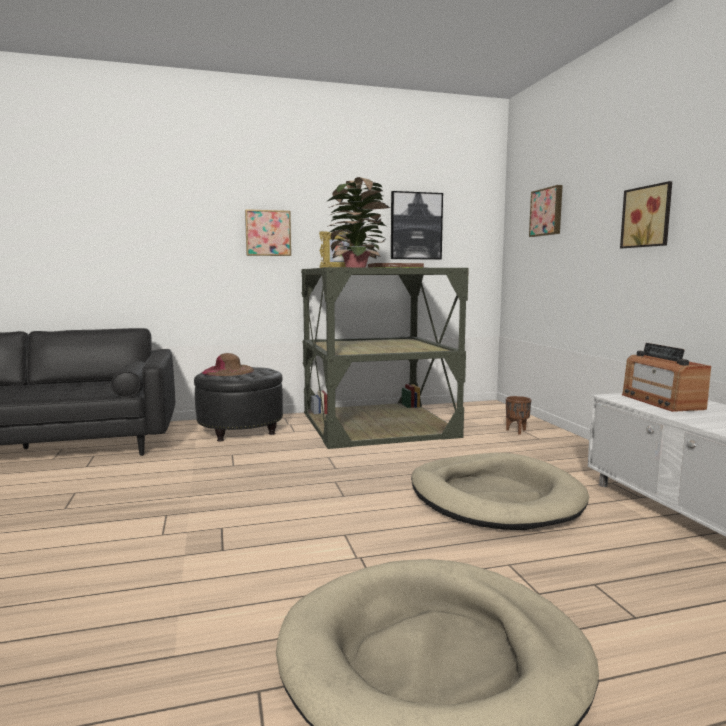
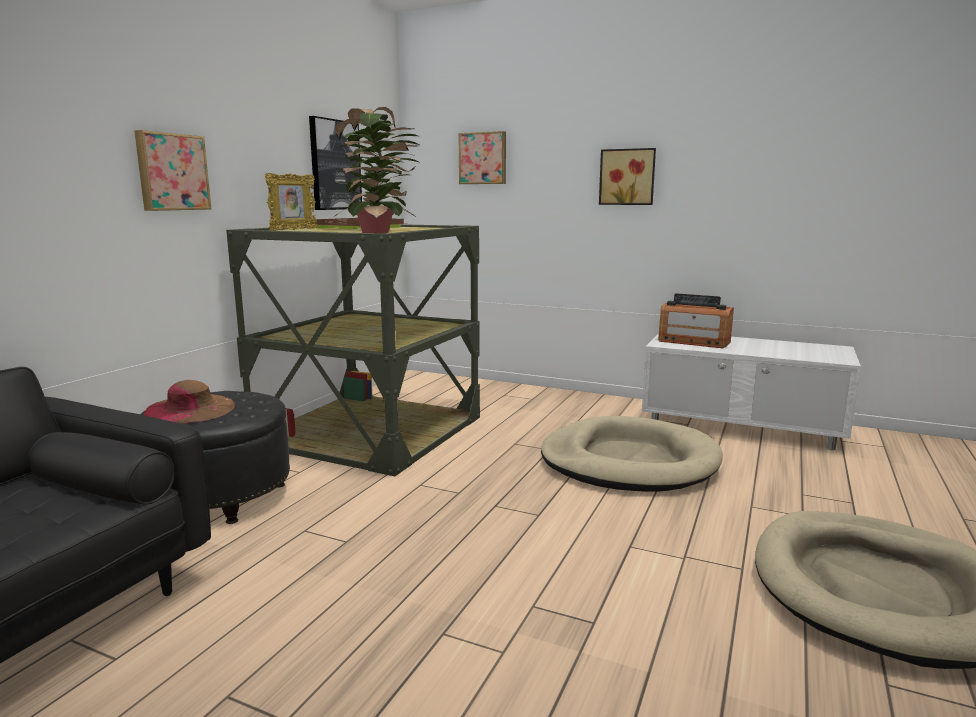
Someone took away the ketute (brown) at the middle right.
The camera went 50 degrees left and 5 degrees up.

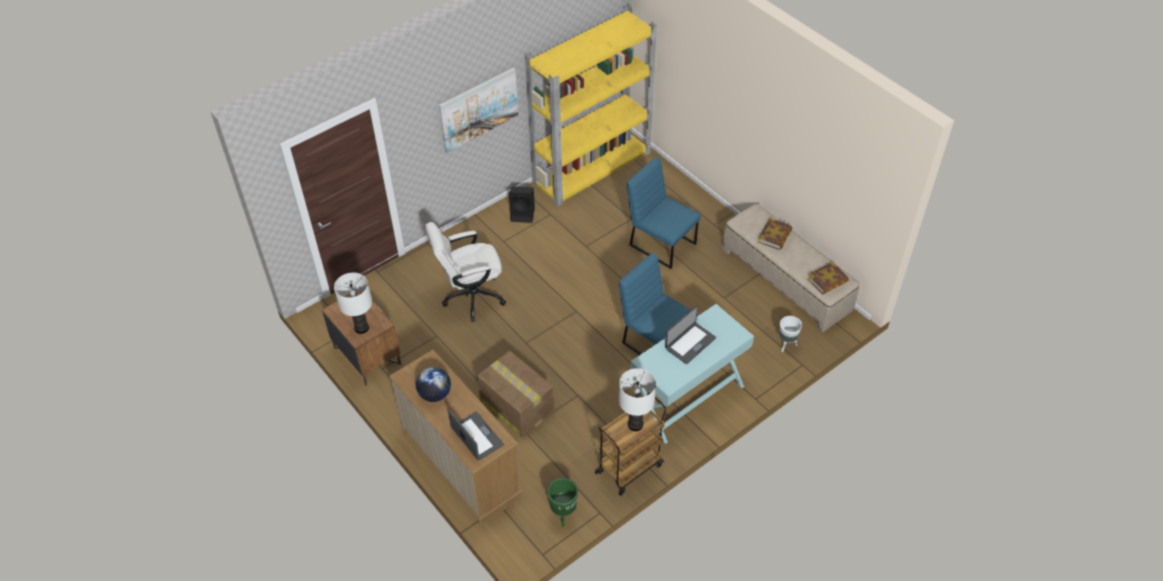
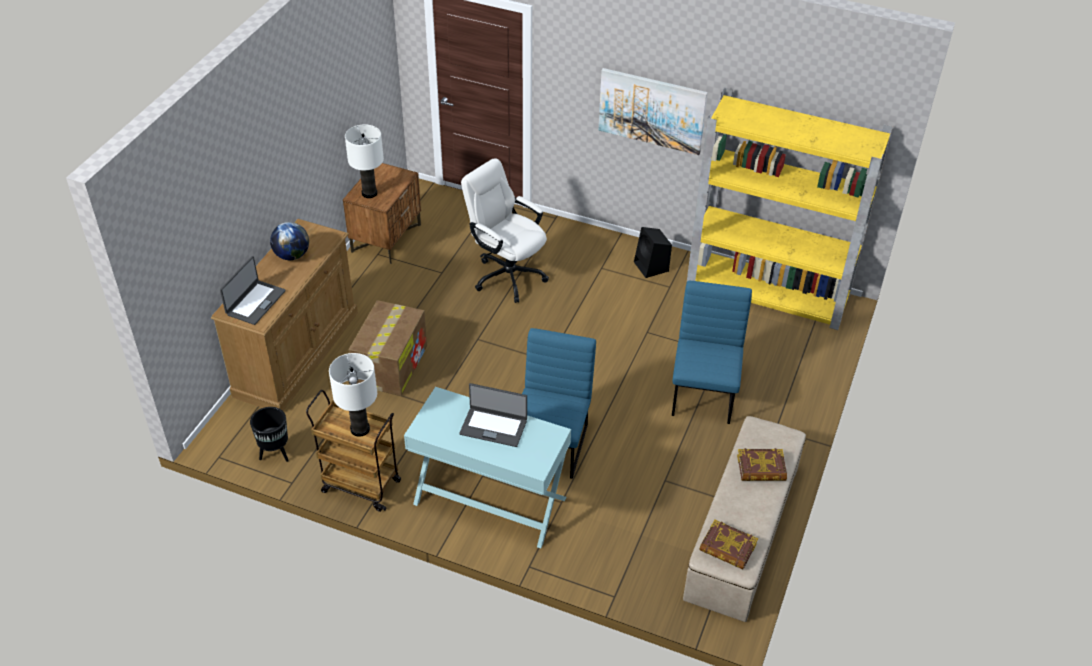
Someone repainted the ketute (green) at the bottom centre, which became the ketute (black) at the middle left.
Someone took away the ketute (white) at the middle right.
The camera went 60 degrees right and 5 degrees down.

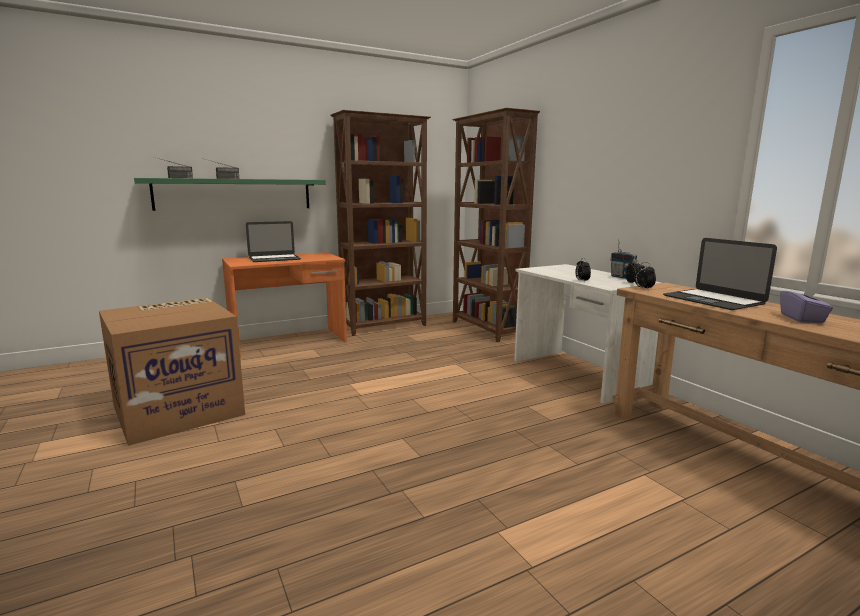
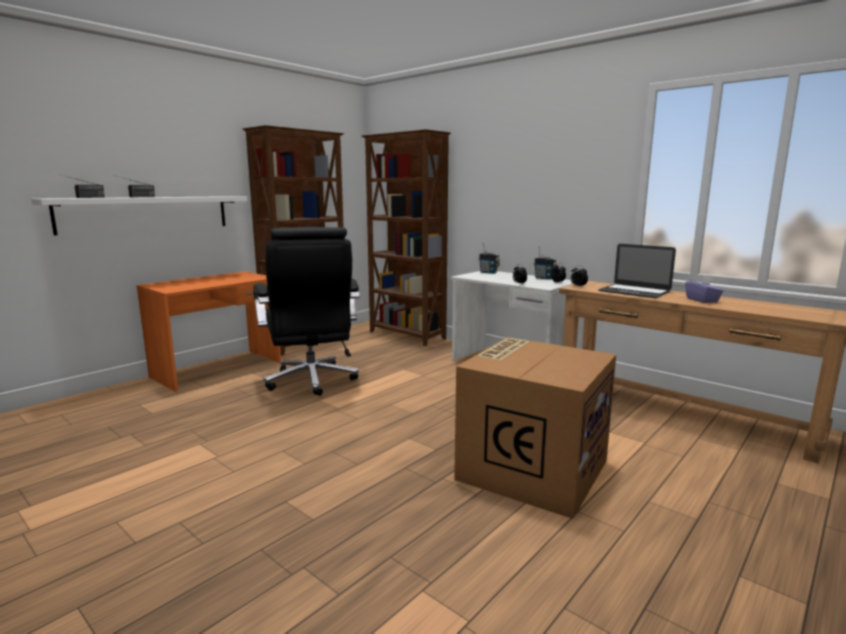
Someone repainted the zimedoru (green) at the top left, which became the zimedoru (white) at the middle left.
Someone put down the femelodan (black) at the centre.
Someone carried the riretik from the middle left to the bottom centre.
Someone put down the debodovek (no. 3 from left) at the centre.
Someone took away the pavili (no. 1 from left) at the middle left.
The camera went 20 degrees left and 0 degrees up.

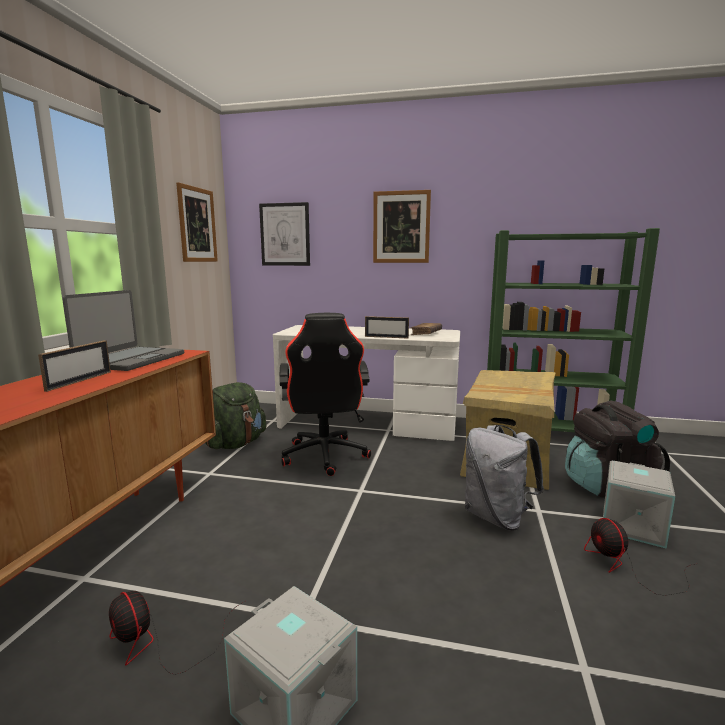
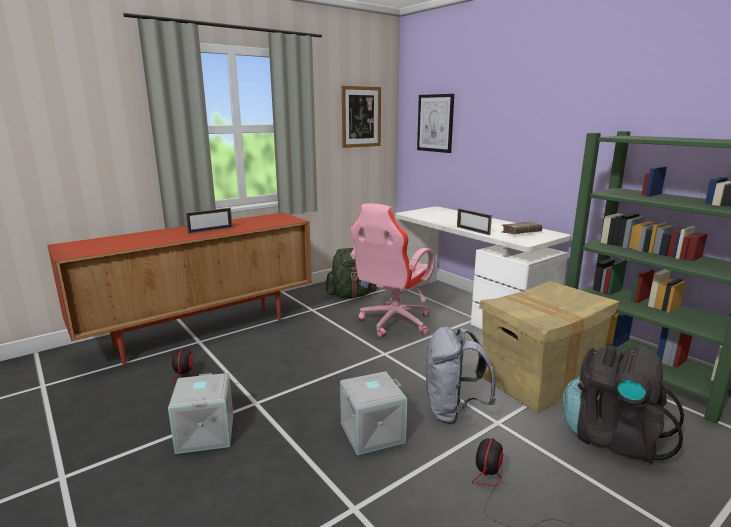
Someone carried the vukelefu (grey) (no. 2 from left) from the bottom right to the bottom centre.
Someone repainted the femelodan (black) at the centre, which became the femelodan (pink) at the centre.
Someone took away the pavili at the middle left.
Someone took away the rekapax (no. 3 from left) at the top centre.
The camera went 40 degrees right and 5 degrees up.

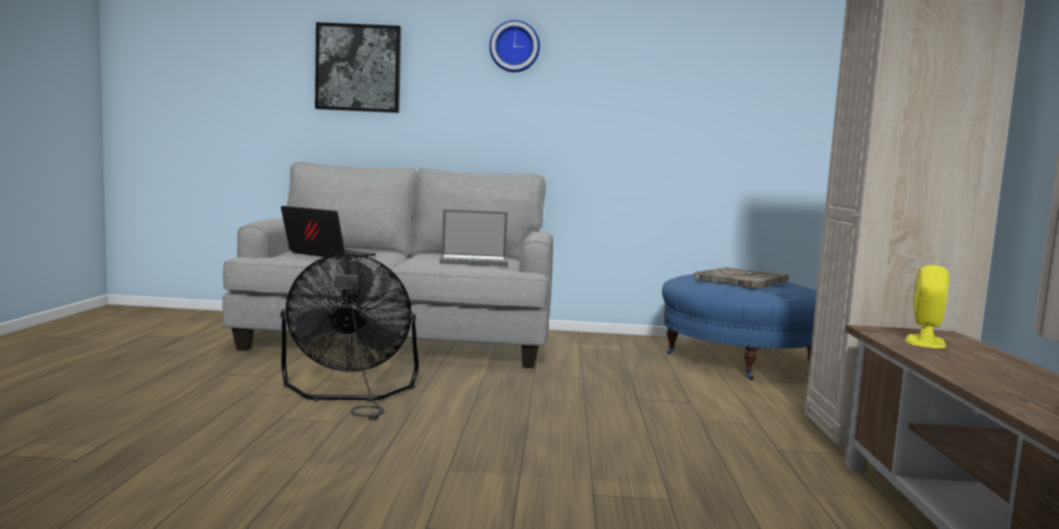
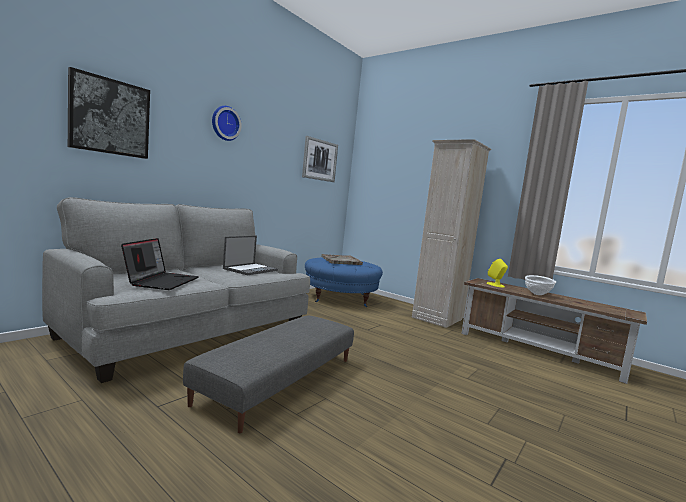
Someone rotated the pavili (no. 1 from left) at the middle left by 120 degrees clockwise.
Someone swapped the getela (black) at the middle left for the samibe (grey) at the bottom centre.
Someone put up the rekapax (no. 2 from left) at the top centre.
Someone put down the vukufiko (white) at the middle right.
The camera went 55 degrees left and 0 degrees up.

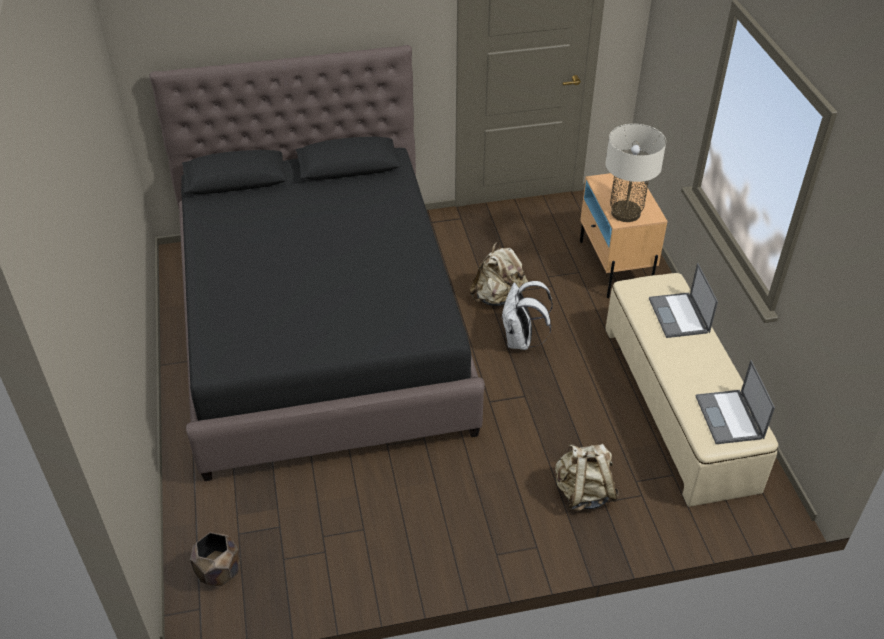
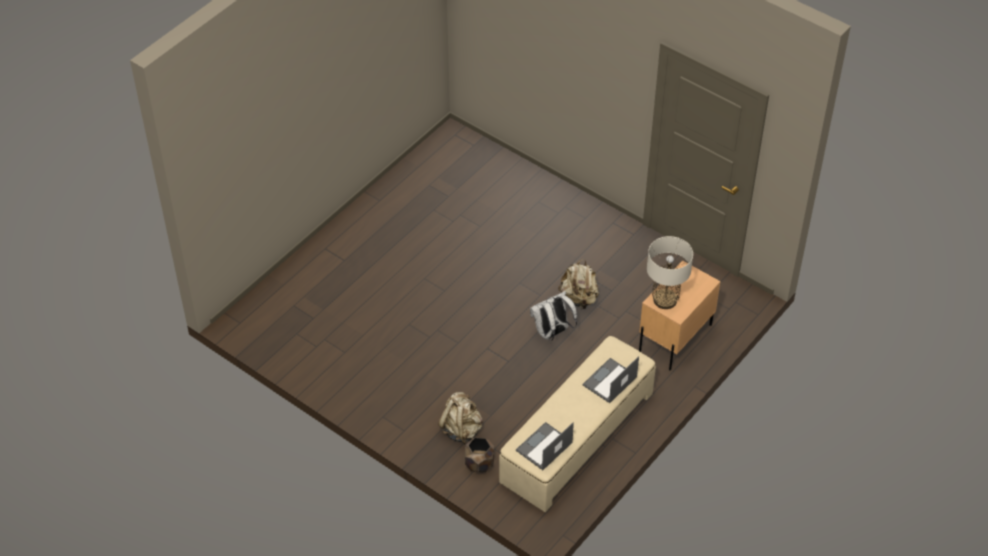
Someone carried the ketute (brown) from the bottom left to the bottom centre.
Someone took away the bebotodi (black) at the centre.
The camera went 50 degrees right and 5 degrees up.

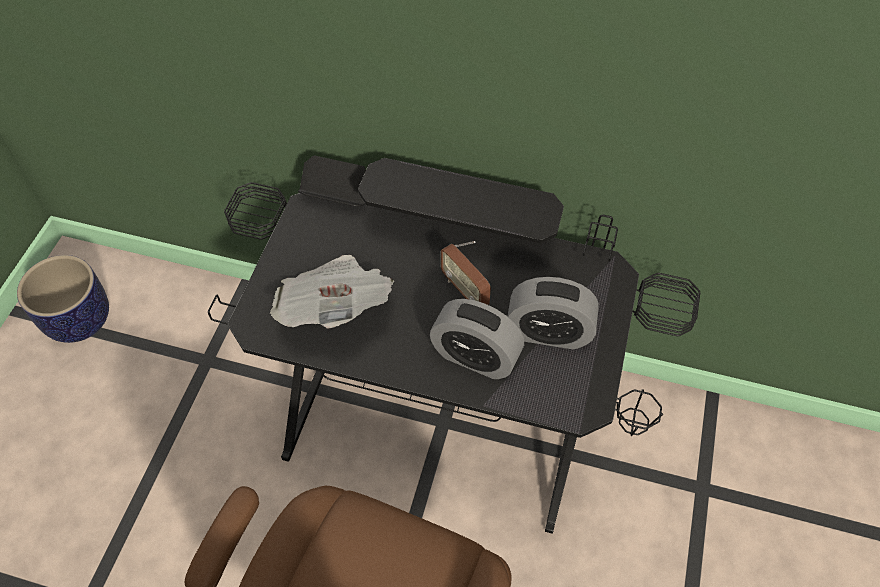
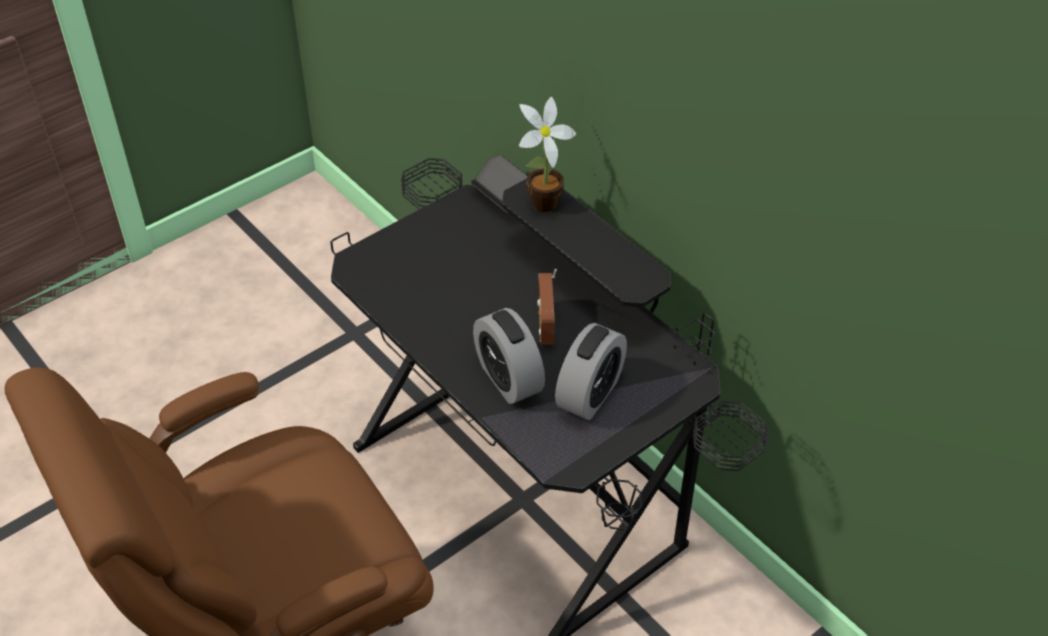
Someone put down the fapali at the top centre.
Someone rotated the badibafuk (no. 2 from left) at the centre by 105 degrees counterclockwise.
Someone took away the ketute at the middle left.
Someone took away the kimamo at the centre.
The camera went 35 degrees right and 10 degrees down.

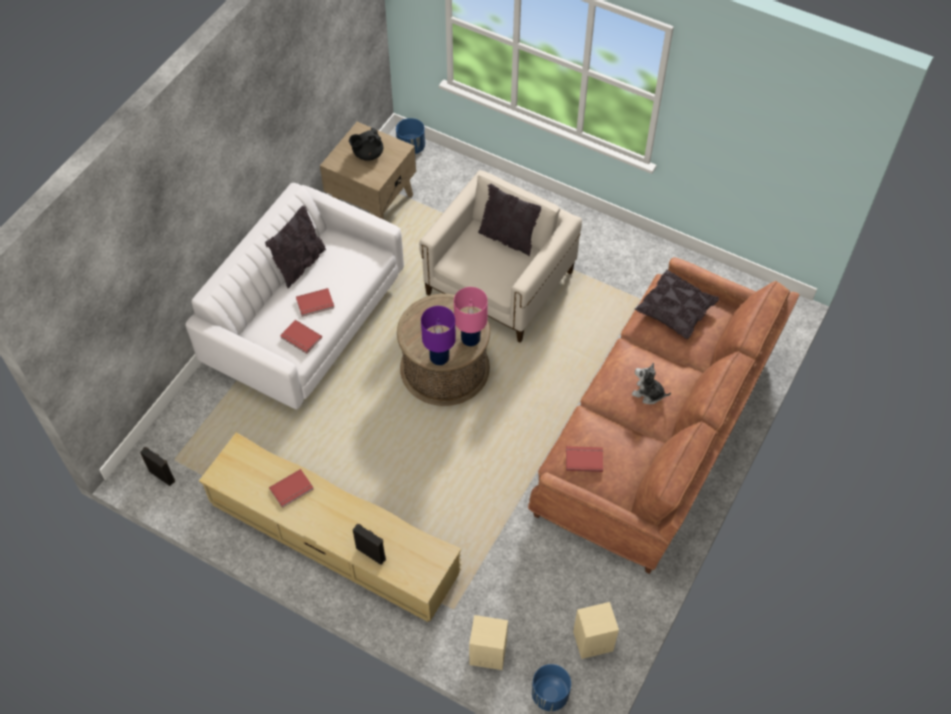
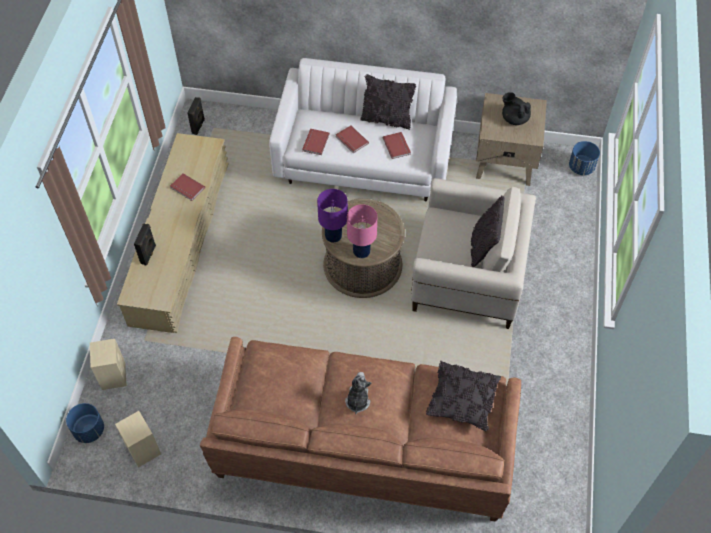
Someone carried the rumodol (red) (no. 4 from left) from the centre to the top centre.
The camera went 70 degrees right and 0 degrees up.

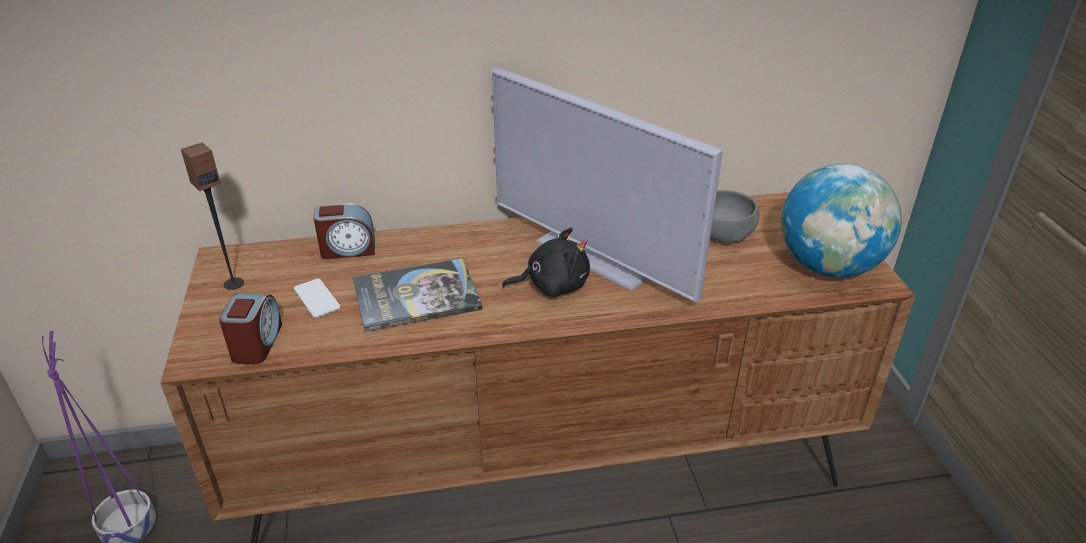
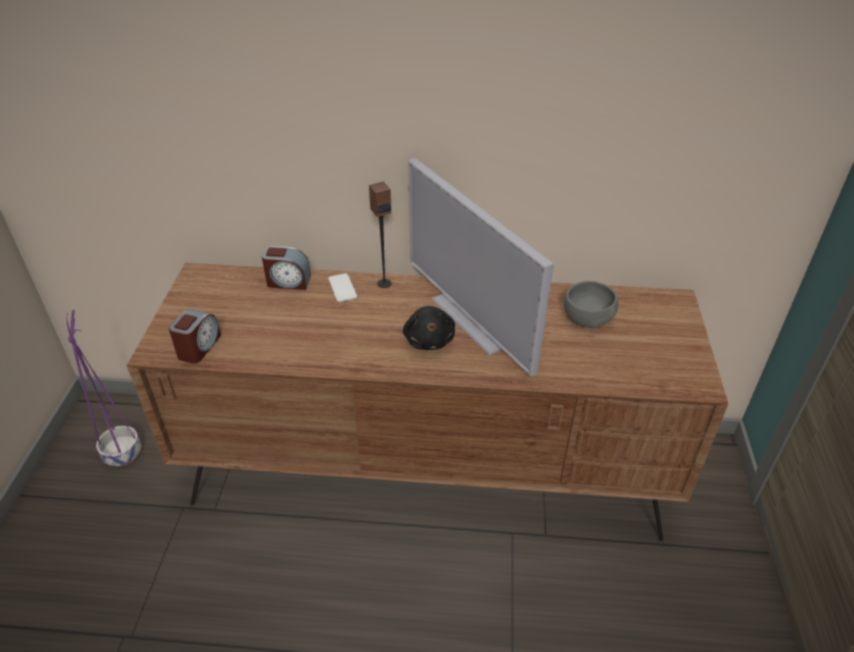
Someone carried the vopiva from the middle left to the centre.
Someone carried the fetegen from the middle left to the centre.
Someone rotated the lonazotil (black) at the centre by 75 degrees clockwise.
Someone took away the rumodol at the centre.
Someone took away the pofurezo at the middle right.
The camera went 15 degrees right and 5 degrees up.

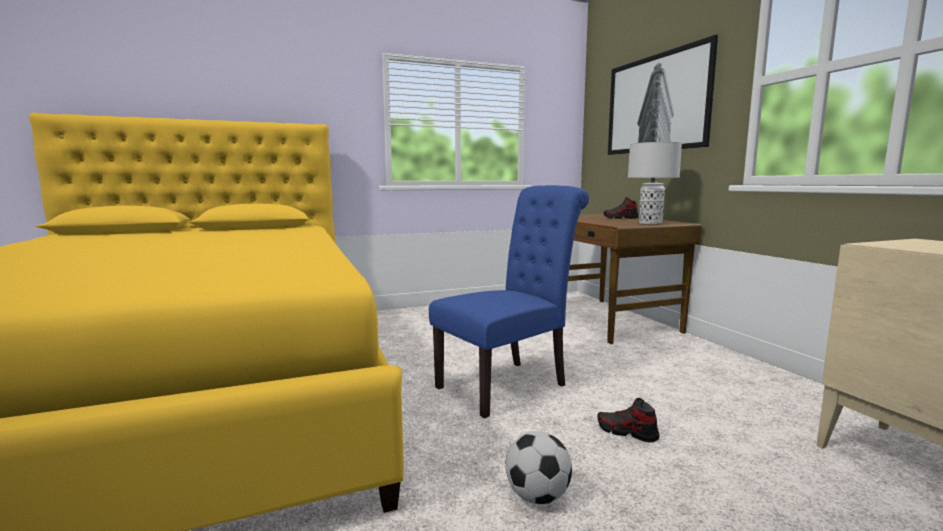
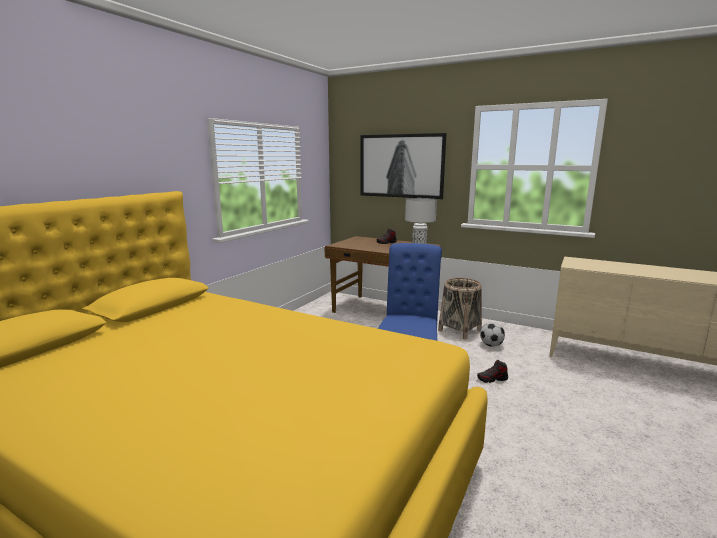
Someone put down the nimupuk at the centre.
Someone carried the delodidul from the bottom centre to the middle right.
The camera went 40 degrees left and 5 degrees up.

